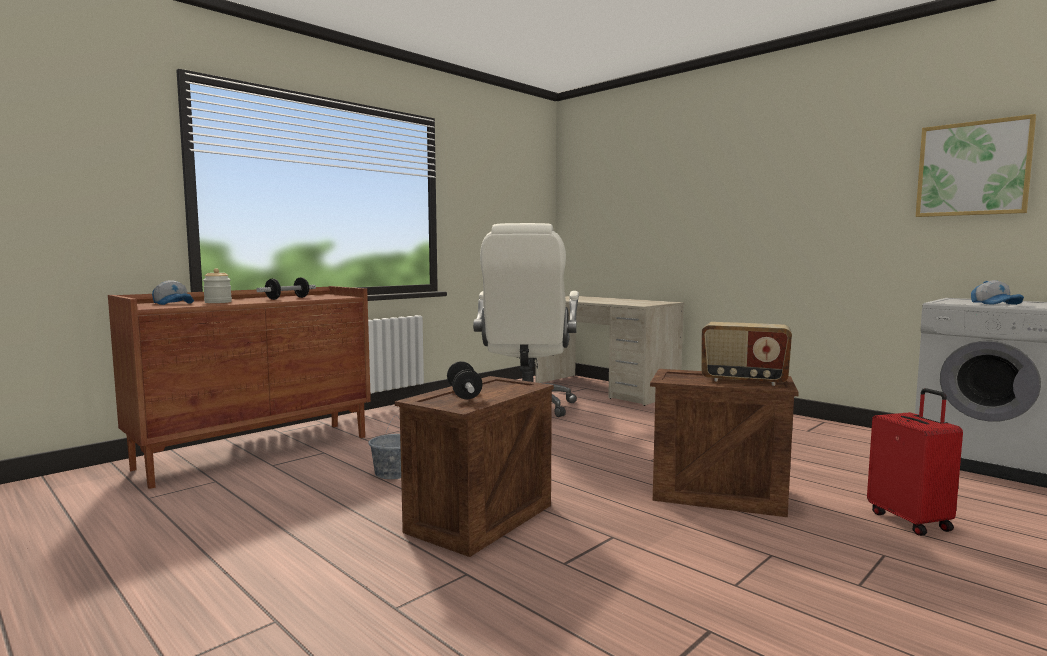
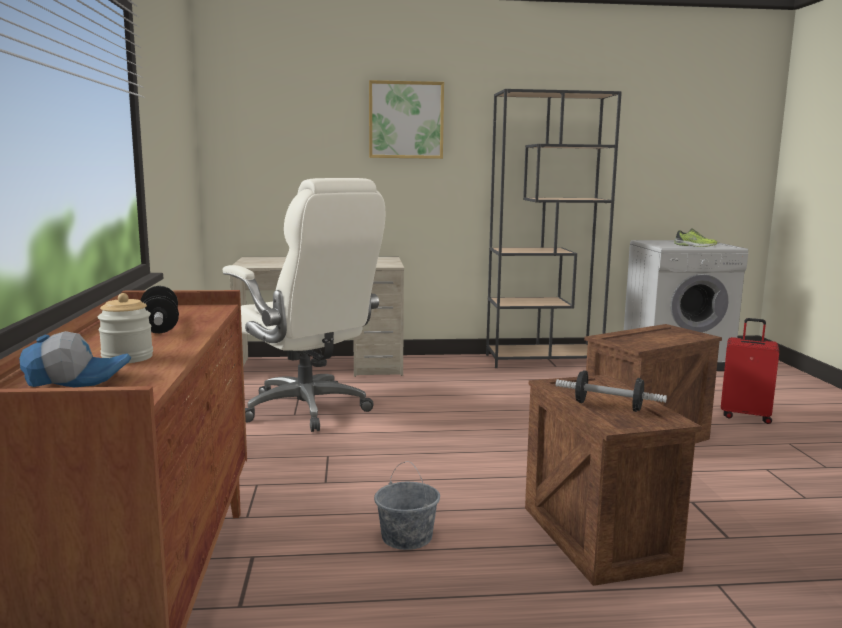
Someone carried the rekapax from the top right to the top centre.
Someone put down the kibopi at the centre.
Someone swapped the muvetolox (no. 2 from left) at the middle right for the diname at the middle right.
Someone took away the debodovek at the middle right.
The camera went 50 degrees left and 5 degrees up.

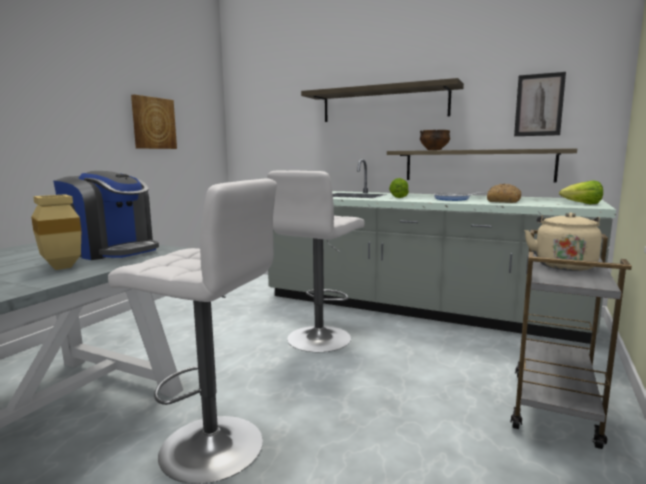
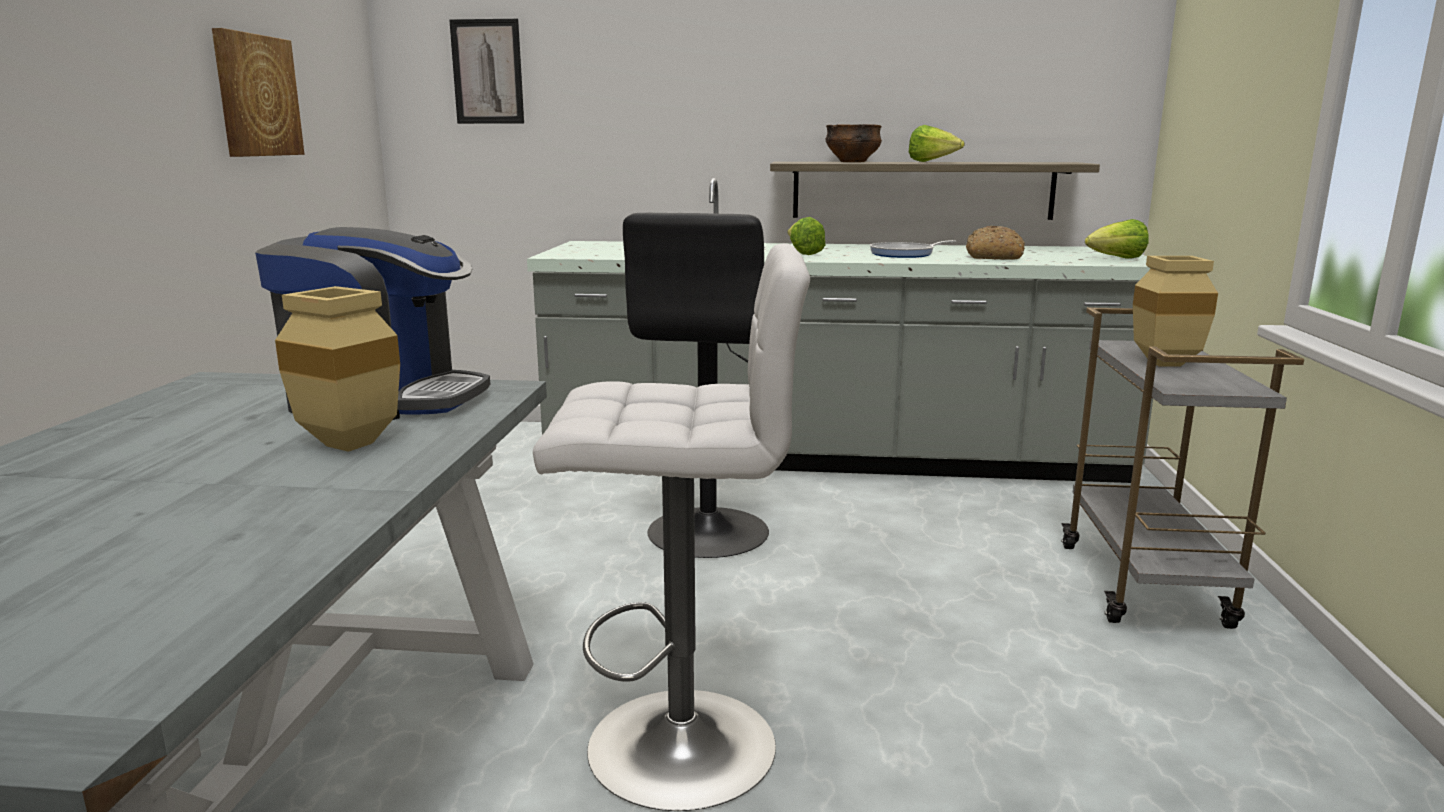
Someone carried the rekapax (no. 2 from left) from the top right to the top centre.
Someone repainted the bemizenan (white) (no. 2 from left) at the centre, which became the bemizenan (black) at the centre.
Someone put down the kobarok (no. 2 from left) at the top centre.
Someone swapped the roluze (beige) at the middle right for the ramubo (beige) (no. 2 from left) at the middle right.
Someone took away the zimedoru (no. 1 from left) at the top centre.
The camera went 20 degrees left and 5 degrees up.

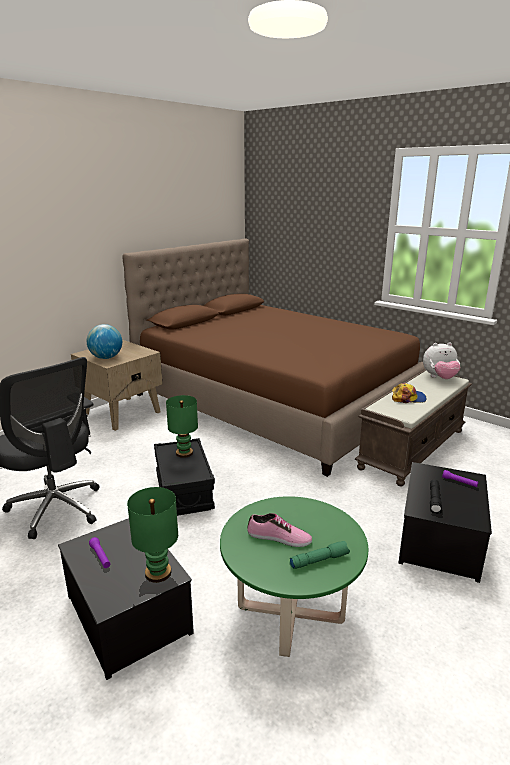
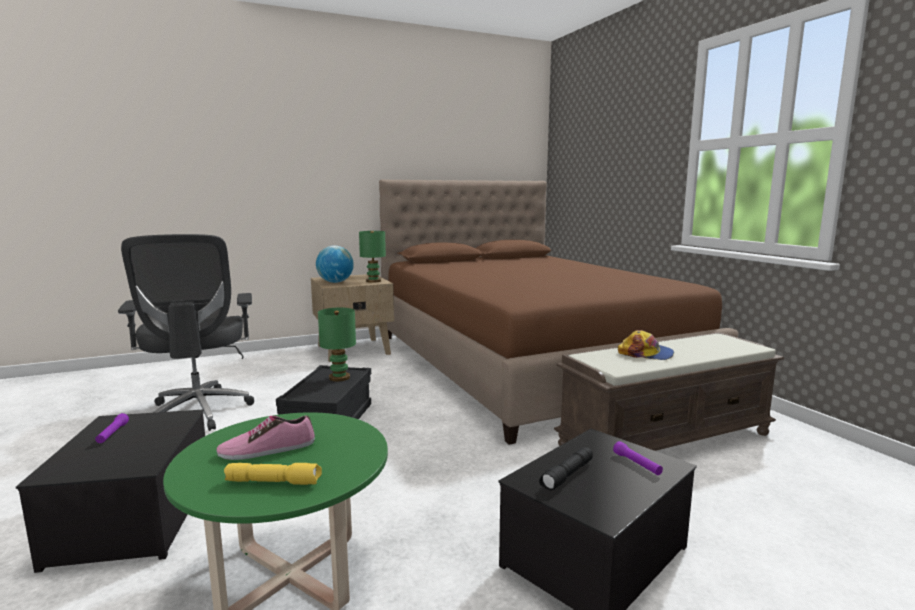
Someone rotated the diname at the bottom centre by 120 degrees clockwise.
Someone repainted the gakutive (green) at the bottom centre, which became the gakutive (yellow) at the bottom left.
Someone carried the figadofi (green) (no. 1 from left in the first image) from the bottom left to the centre.
Someone took away the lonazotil at the middle right.
The camera went 25 degrees right and 10 degrees down.

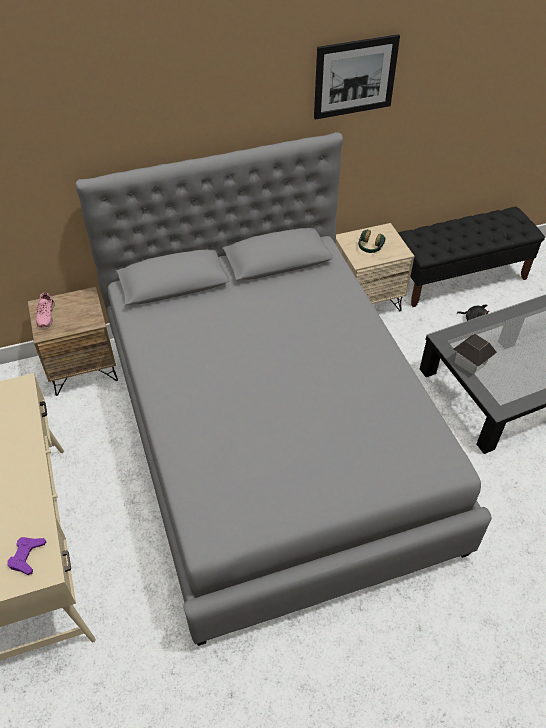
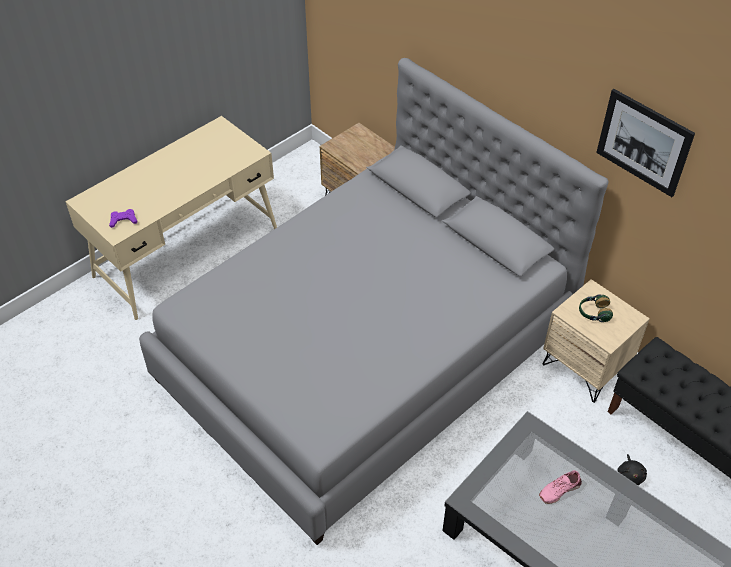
Someone carried the diname (pink) from the middle left to the bottom right.
Someone took away the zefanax at the middle right.
The camera went 65 degrees right and 0 degrees up.

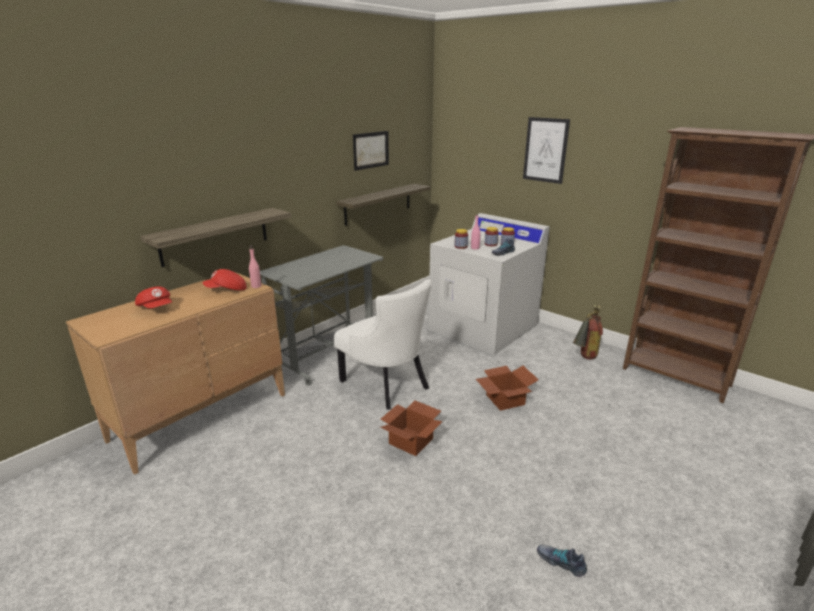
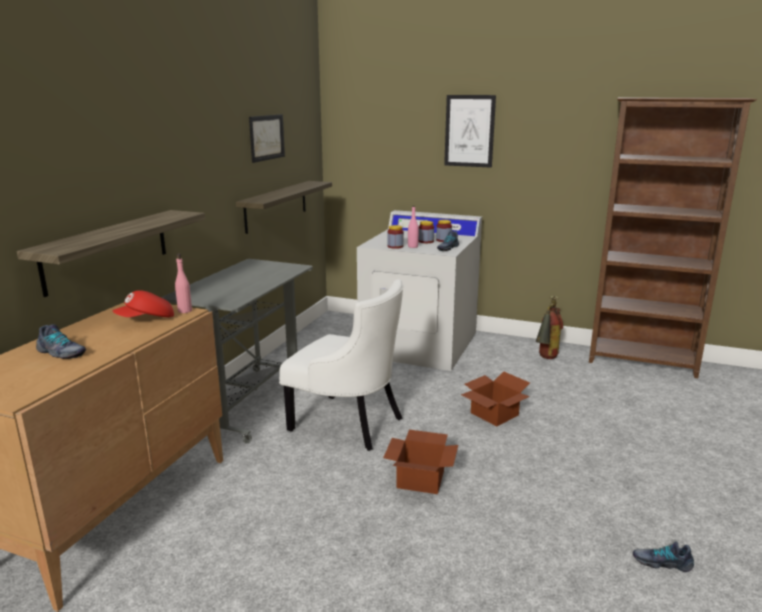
Someone swapped the muvetolox (red) (no. 1 from left) at the middle left for the diname (no. 1 from left) at the middle left.
The camera went 20 degrees left and 5 degrees down.

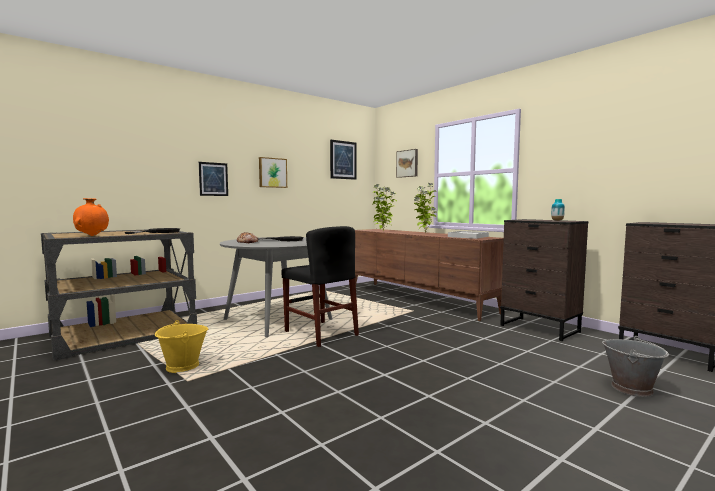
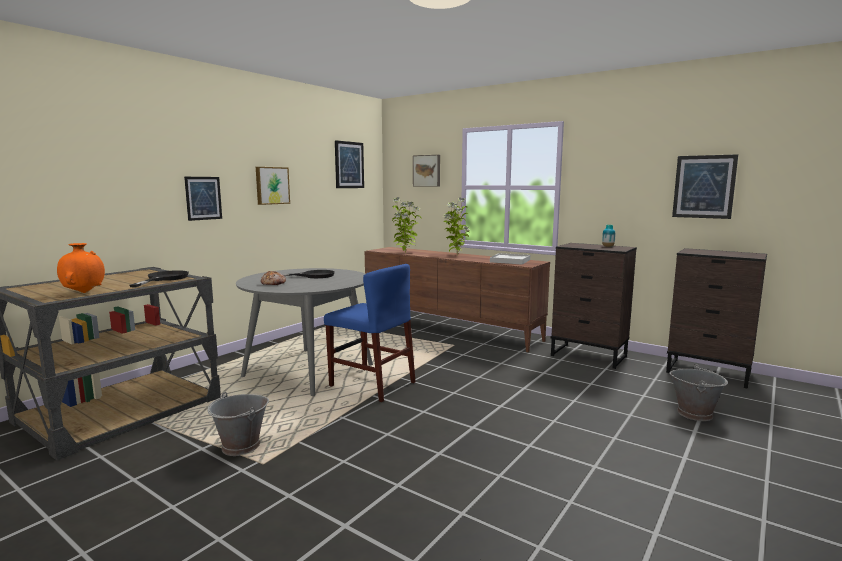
Someone repainted the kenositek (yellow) at the bottom left, which became the kenositek (grey) (no. 1 from left) at the bottom left.
Someone repainted the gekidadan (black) at the centre, which became the gekidadan (blue) at the centre.
Someone put up the rekapax (no. 5 from left) at the top right.
The camera went 15 degrees left and 5 degrees up.

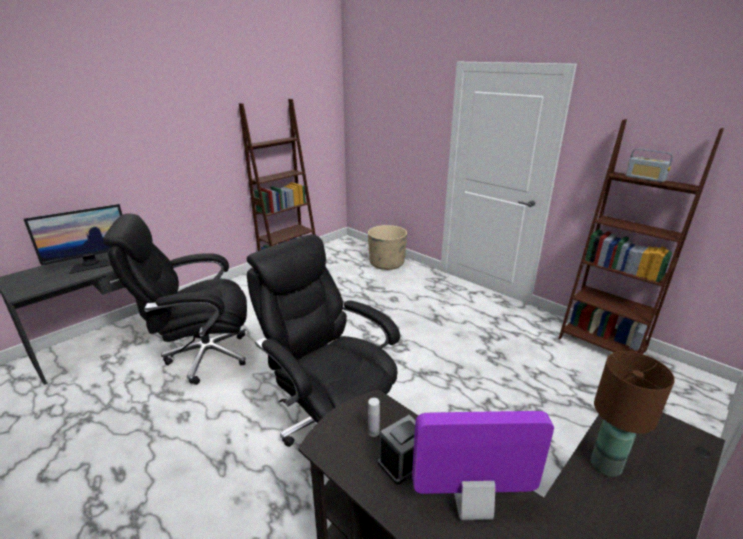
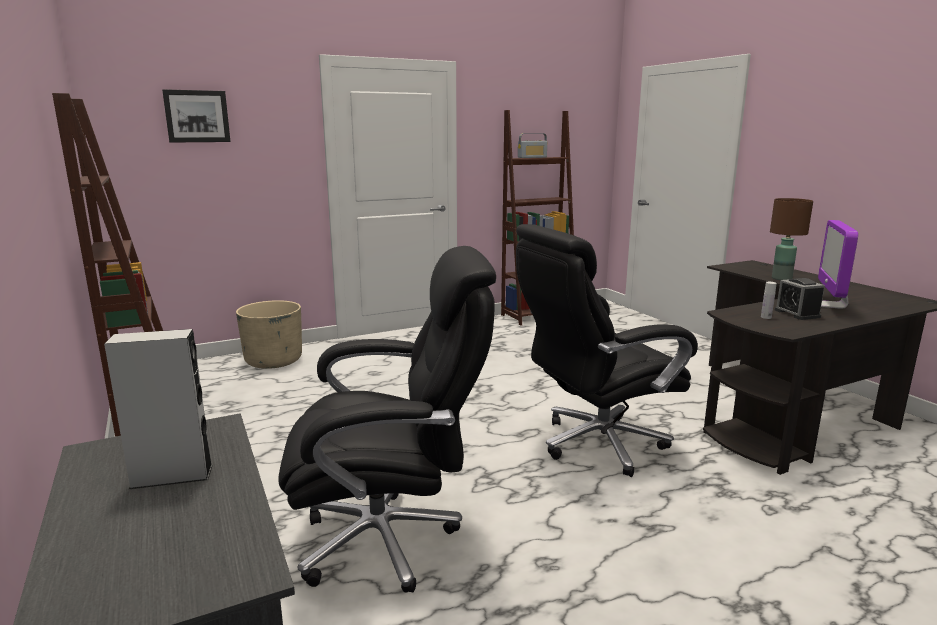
Someone swapped the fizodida (no. 1 from left) at the middle left for the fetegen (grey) at the middle left.
Someone put up the rekapax at the top left.
Someone rotated the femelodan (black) (no. 1 from left) at the middle left by 105 degrees counterclockwise.
The camera went 70 degrees left and 10 degrees down.

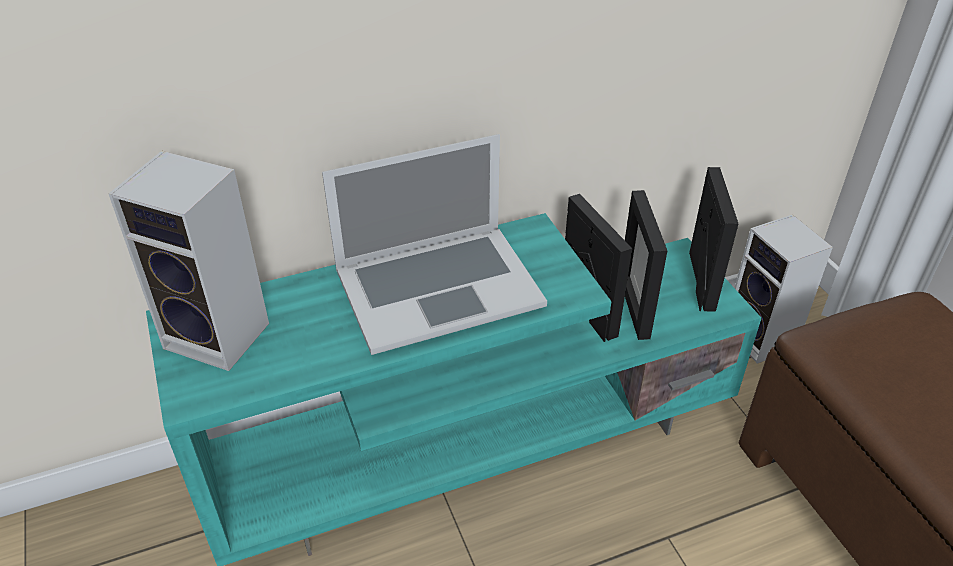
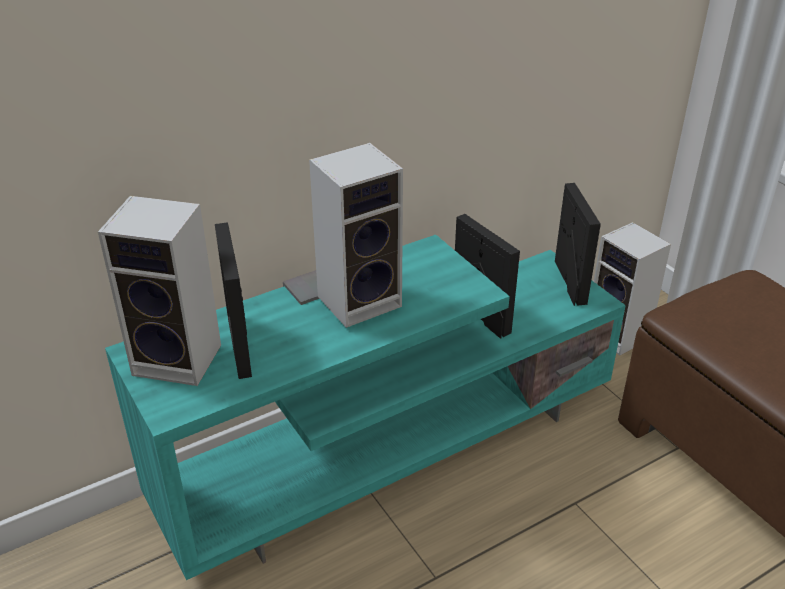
Someone carried the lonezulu (no. 2 from left in the first image) from the middle right to the middle left.
Someone swapped the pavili at the centre for the fetegen (no. 2 from left) at the centre.
The camera went 10 degrees left and 5 degrees down.

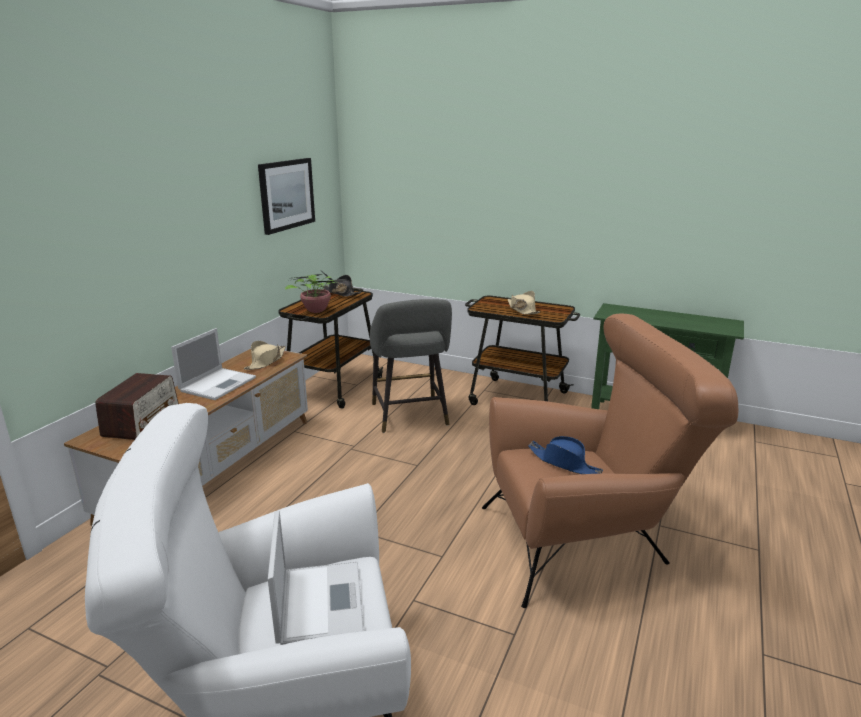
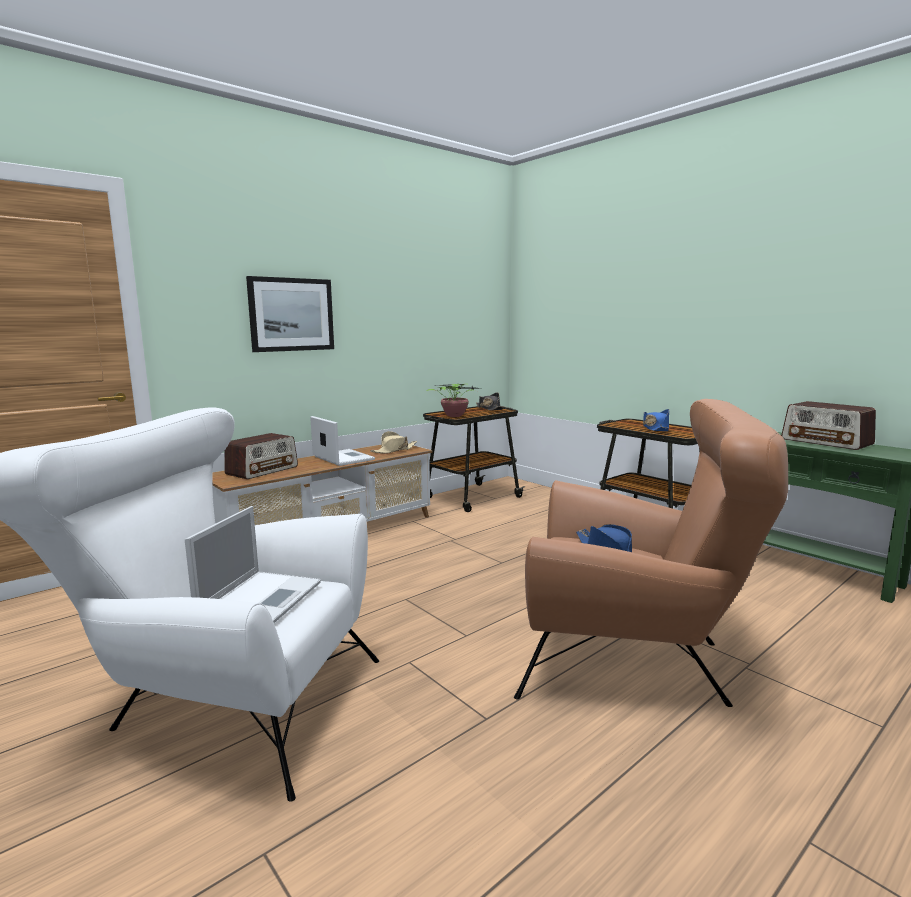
Someone carried the rekapax from the top left to the middle left.
Someone rotated the pavili (no. 1 from left in the first image) at the middle left by 90 degrees counterclockwise.
Someone repainted the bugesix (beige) (no. 2 from left) at the centre, which became the bugesix (blue) (no. 2 from left) at the middle right.
Someone put down the debodovek (no. 2 from left) at the middle right.
Someone took away the bemizenan (grey) at the centre.
The camera went 25 degrees right and 10 degrees down.

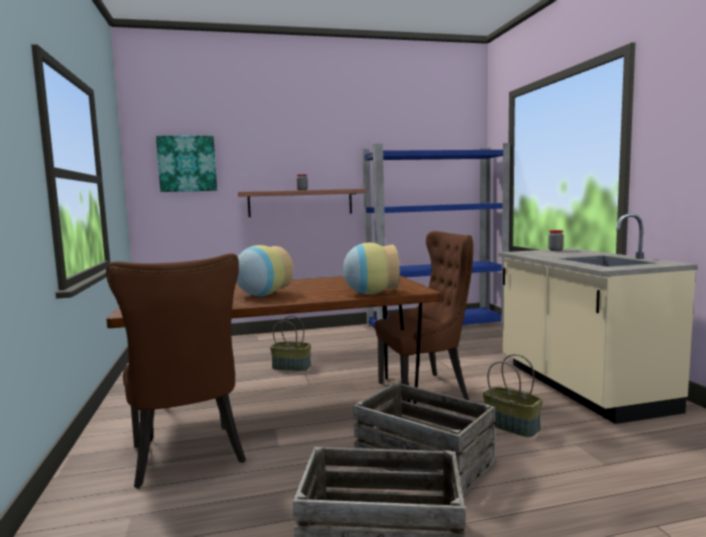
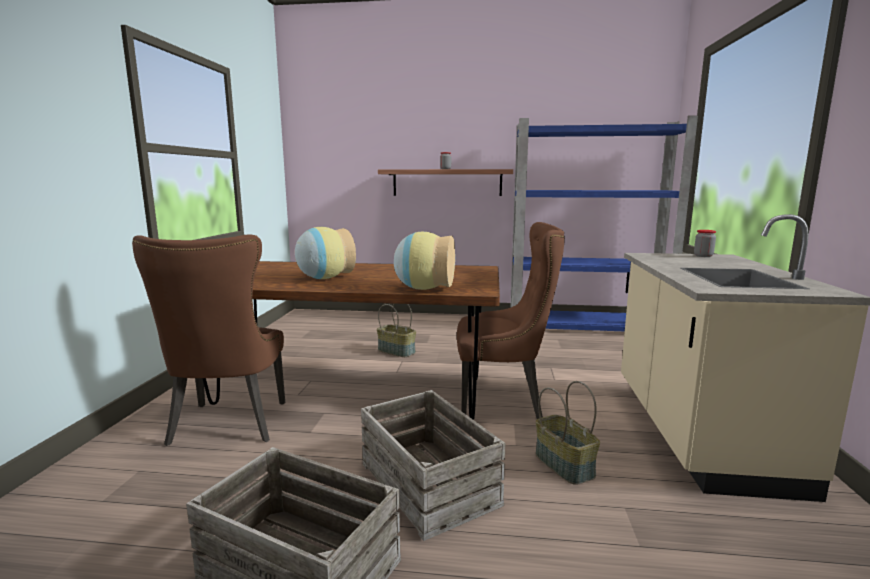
Someone took away the rekapax at the top left.
The camera went 20 degrees right and 5 degrees up.

